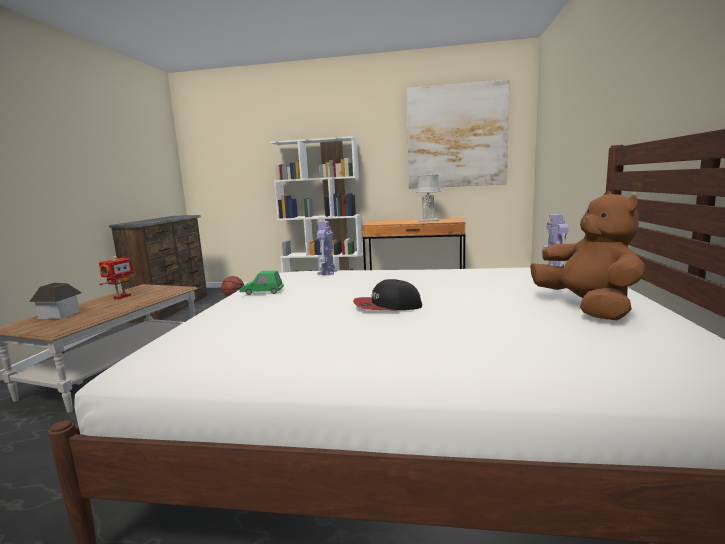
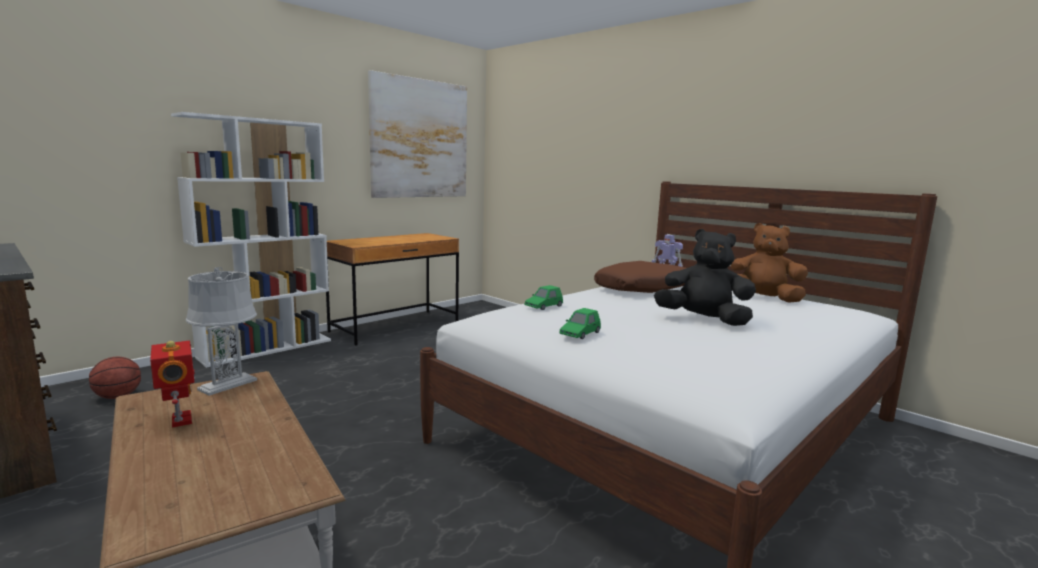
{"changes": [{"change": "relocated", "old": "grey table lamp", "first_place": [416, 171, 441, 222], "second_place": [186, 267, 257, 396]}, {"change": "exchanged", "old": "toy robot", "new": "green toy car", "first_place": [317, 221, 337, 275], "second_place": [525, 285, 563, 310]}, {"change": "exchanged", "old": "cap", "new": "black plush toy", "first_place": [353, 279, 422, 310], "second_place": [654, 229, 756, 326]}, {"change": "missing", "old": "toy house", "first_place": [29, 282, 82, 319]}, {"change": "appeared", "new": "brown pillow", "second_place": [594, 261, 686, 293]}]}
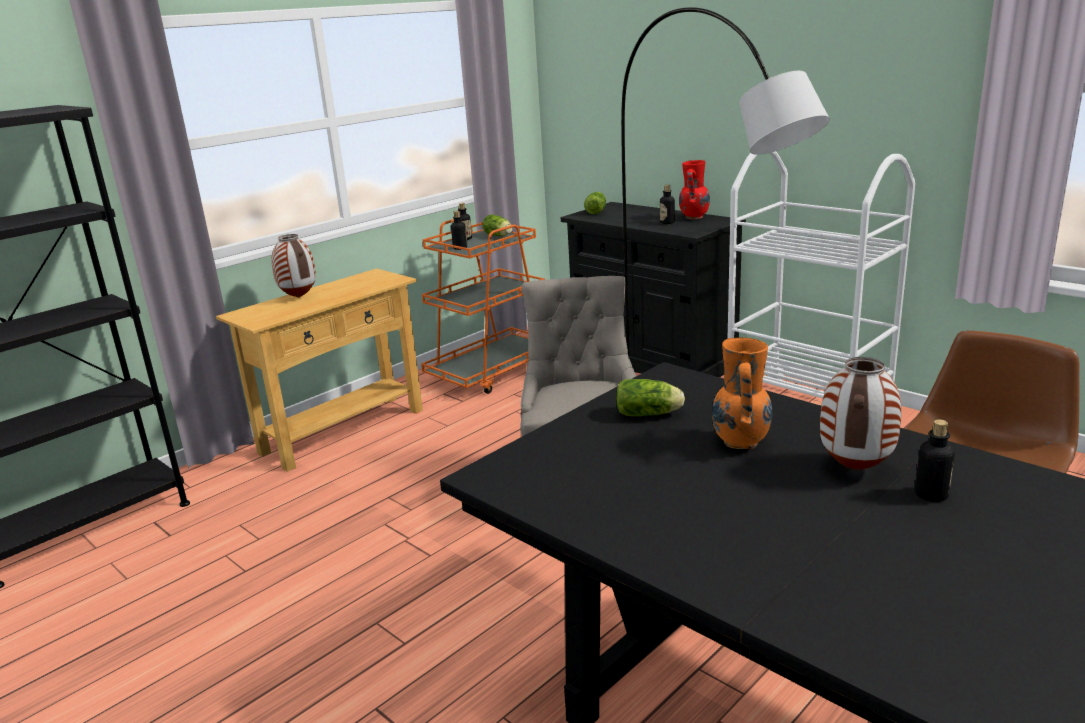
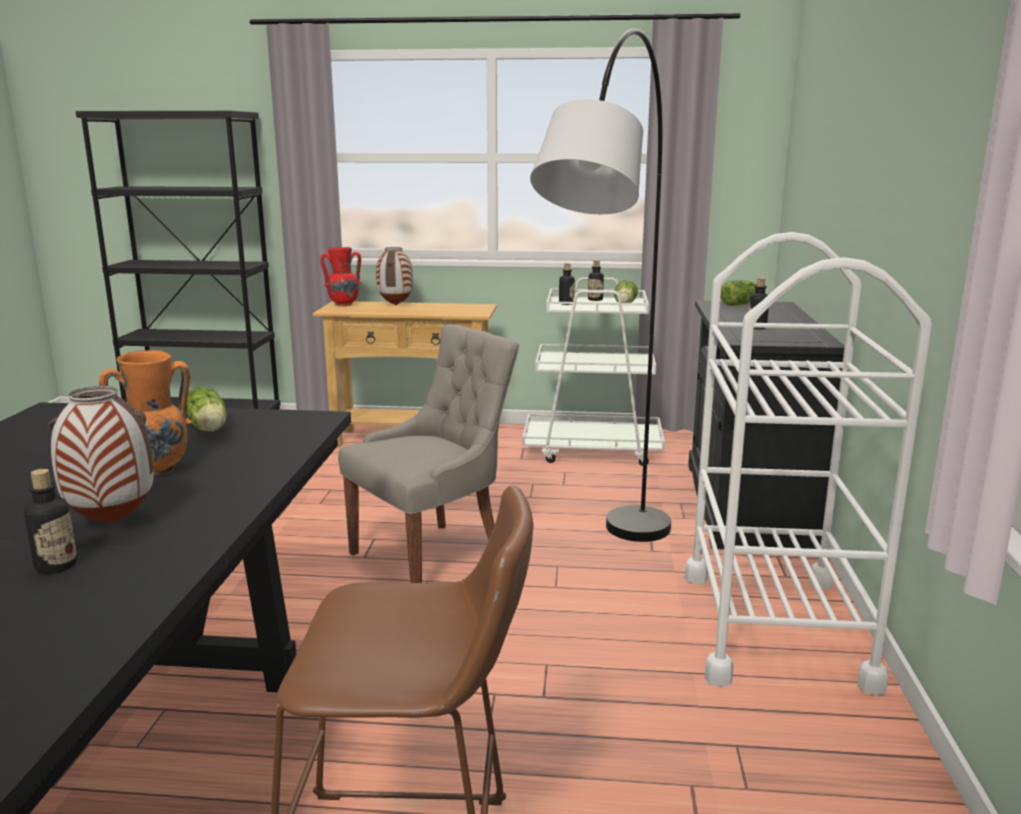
{"changes": [{"change": "relocated", "old": "red vase", "first_place": [679, 160, 710, 219], "second_place": [320, 247, 362, 306]}, {"change": "colour", "old": "orange cart", "new": "white cart", "first_place": [421, 219, 545, 394], "second_place": [522, 277, 665, 466]}]}
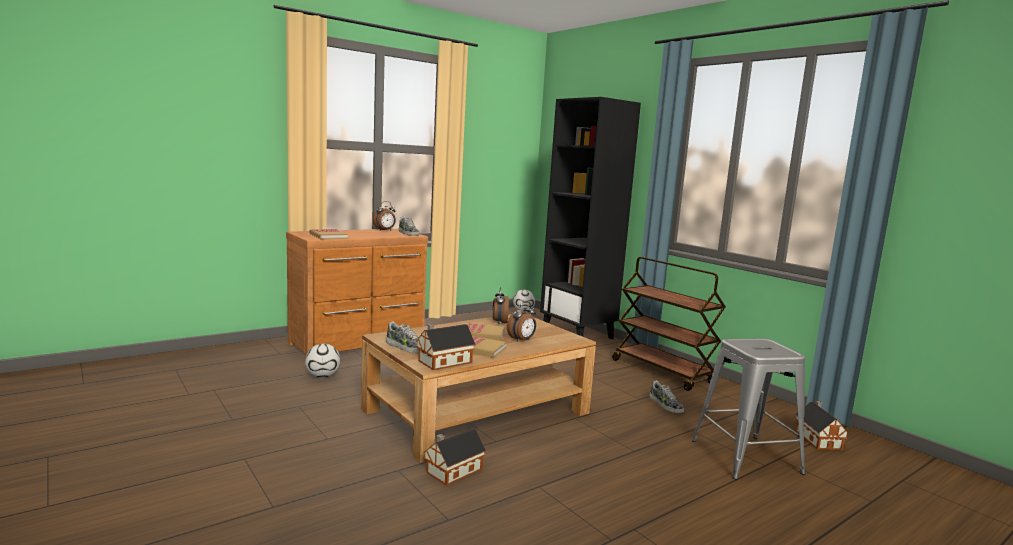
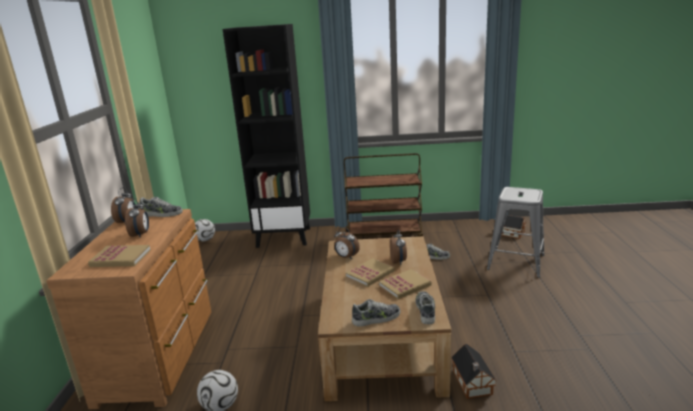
{"changes": [{"change": "exchanged", "old": "toy house", "new": "shoe", "first_place": [416, 324, 476, 370], "second_place": [415, 291, 435, 324]}, {"change": "appeared", "new": "alarm clock", "second_place": [125, 198, 149, 237]}]}
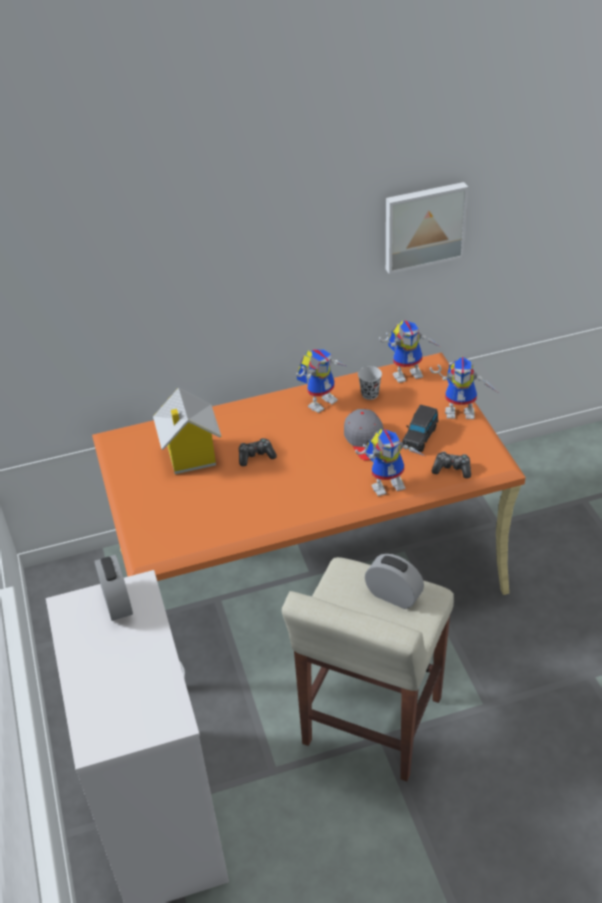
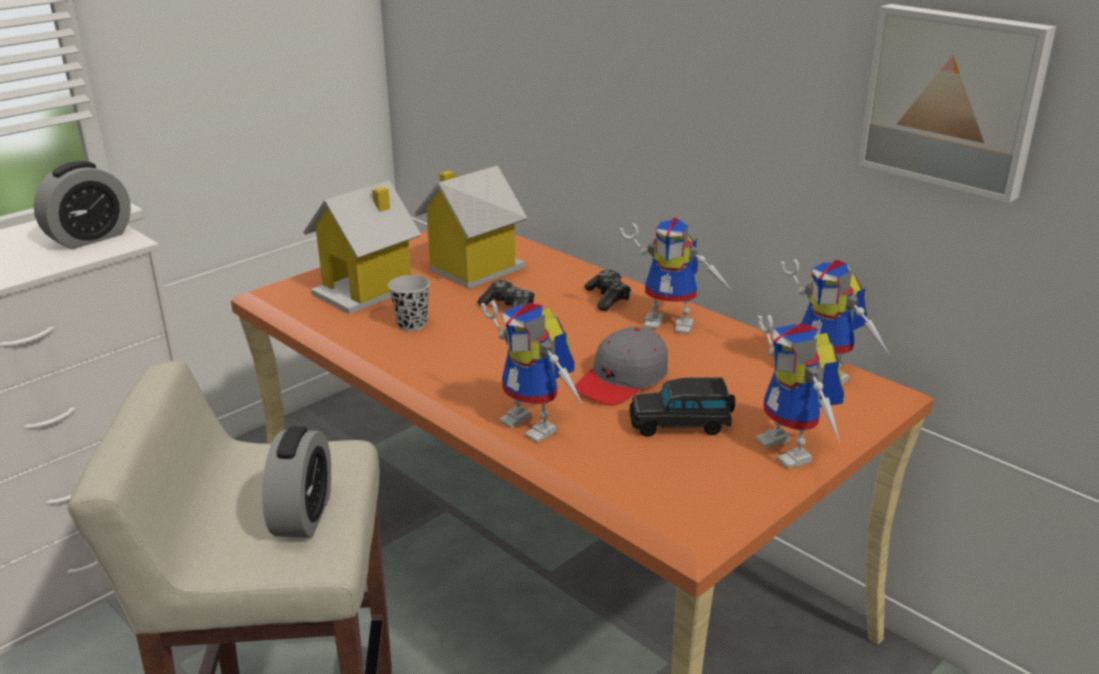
{"changes": [{"change": "relocated", "old": "black cup", "first_place": [358, 366, 382, 400], "second_place": [388, 275, 430, 331]}, {"change": "relocated", "old": "game controller", "first_place": [432, 452, 471, 478], "second_place": [584, 270, 631, 311]}, {"change": "appeared", "new": "toy house", "second_place": [303, 181, 421, 314]}]}
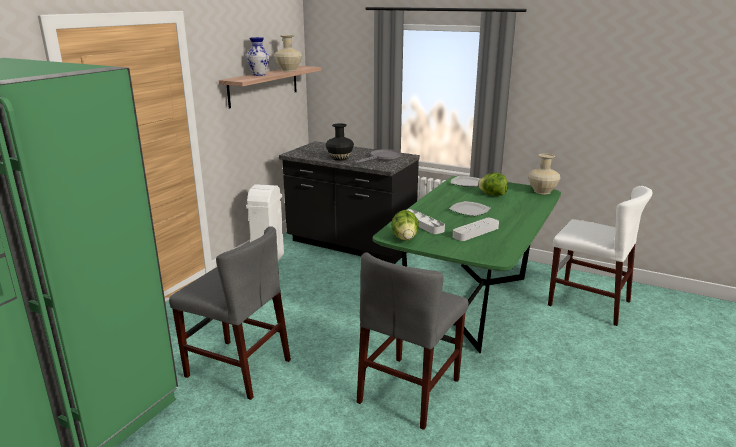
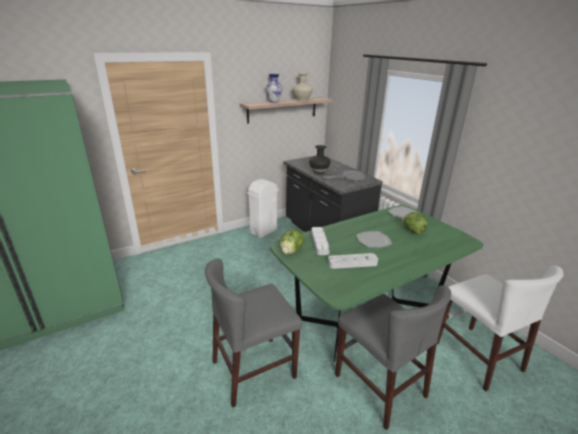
{"changes": [{"change": "missing", "old": "beige vase", "first_place": [528, 153, 560, 194]}, {"change": "relocated", "old": "grey chair", "first_place": [169, 226, 291, 400], "second_place": [335, 285, 451, 430]}]}
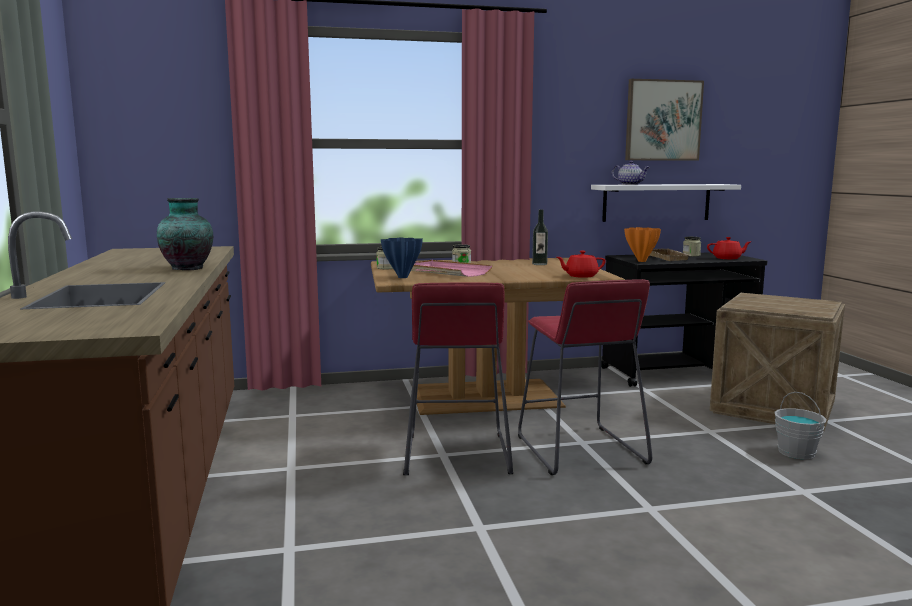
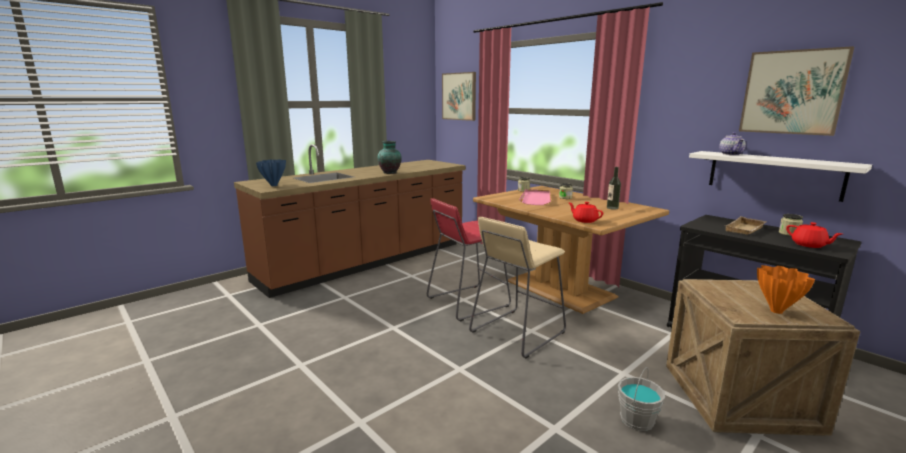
{"changes": [{"change": "relocated", "old": "orange vase", "first_place": [624, 227, 661, 262], "second_place": [757, 265, 815, 314]}, {"change": "relocated", "old": "blue vase", "first_place": [381, 237, 423, 278], "second_place": [256, 160, 286, 186]}, {"change": "colour", "old": "red stool", "new": "beige stool", "first_place": [518, 279, 652, 475], "second_place": [469, 217, 566, 359]}, {"change": "appeared", "new": "picture", "second_place": [442, 72, 476, 121]}]}
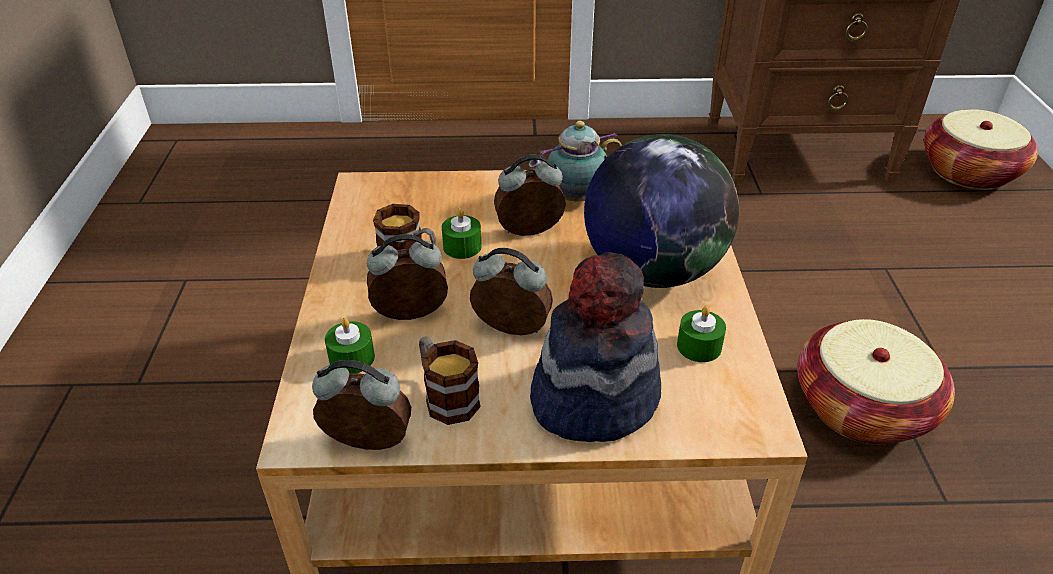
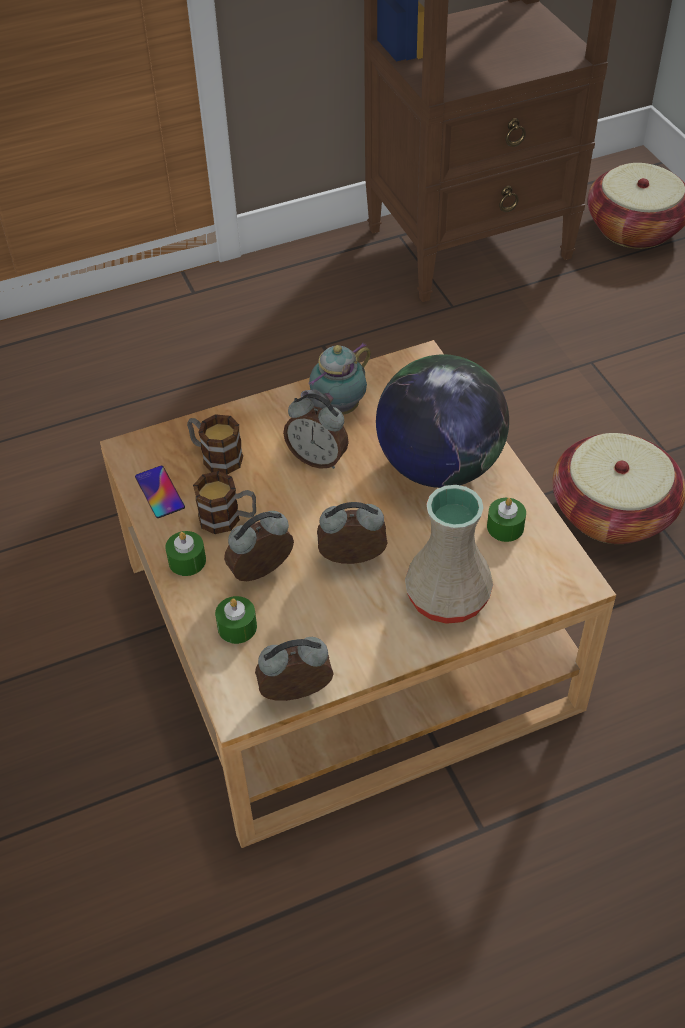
{"changes": [{"change": "spun", "old": "alarm clock", "first_place": [494, 155, 566, 236], "second_place": [283, 393, 349, 469], "degrees": -120}, {"change": "relocated", "old": "green candle", "first_place": [442, 208, 482, 259], "second_place": [165, 531, 206, 576]}, {"change": "exchanged", "old": "hat", "new": "beige vase", "first_place": [530, 252, 661, 442], "second_place": [405, 485, 493, 624]}, {"change": "relocated", "old": "mug", "first_place": [419, 336, 481, 425], "second_place": [187, 414, 243, 474]}, {"change": "appeared", "new": "phone", "second_place": [135, 466, 185, 518]}]}
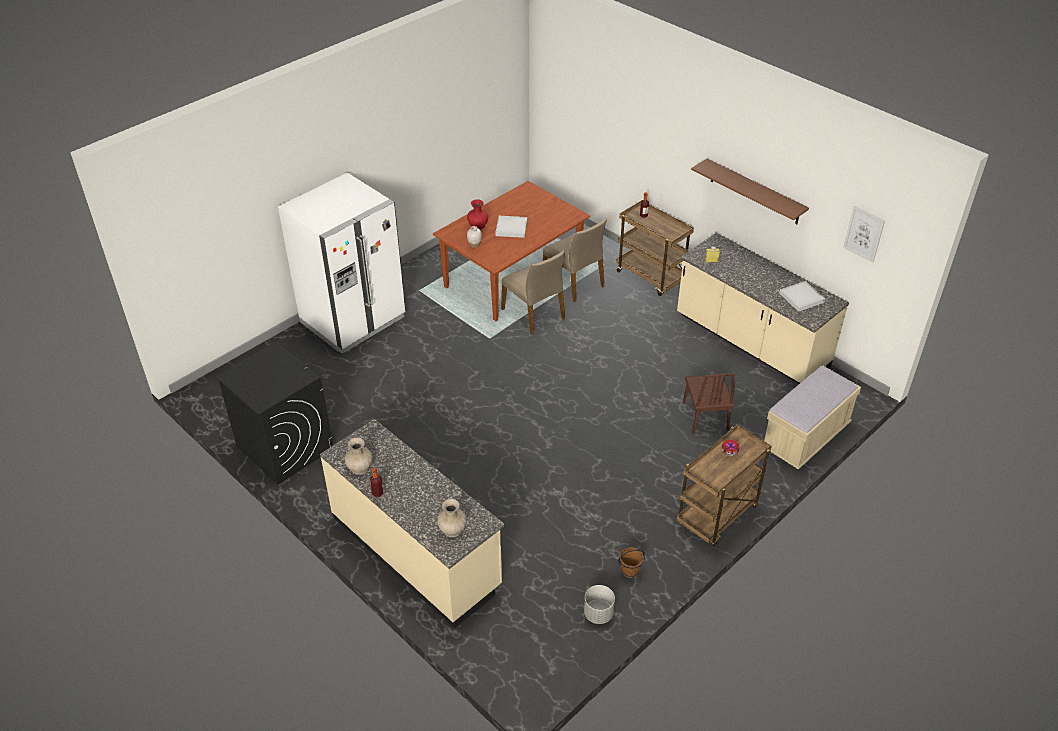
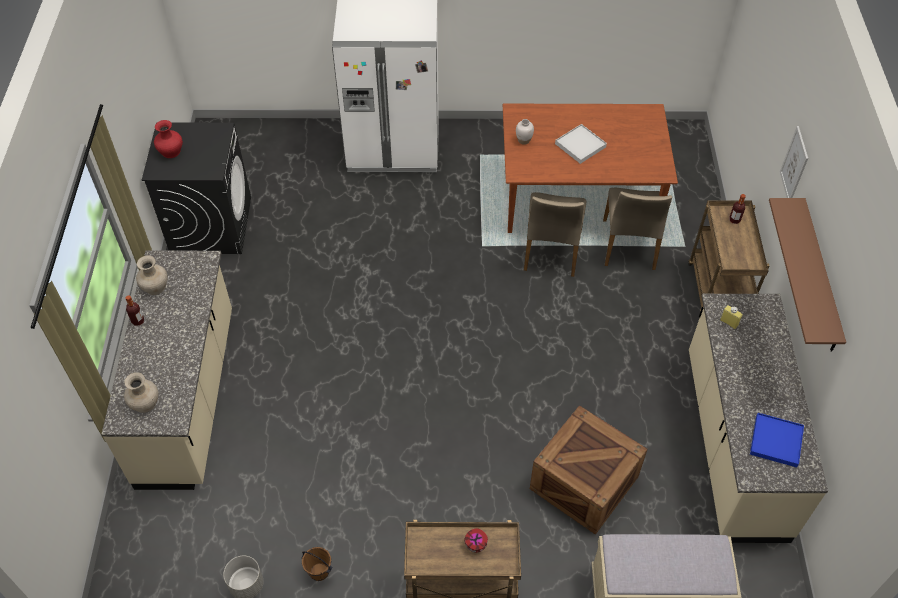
{"changes": [{"change": "relocated", "old": "red vase", "first_place": [467, 200, 488, 230], "second_place": [154, 120, 183, 158]}, {"change": "relocated", "old": "picture", "first_place": [843, 206, 885, 262], "second_place": [780, 126, 808, 198]}, {"change": "colour", "old": "white tray", "new": "blue tray", "first_place": [779, 281, 825, 312], "second_place": [750, 413, 804, 467]}, {"change": "exchanged", "old": "brown chair", "new": "crate", "first_place": [683, 373, 735, 434], "second_place": [530, 405, 647, 535]}]}
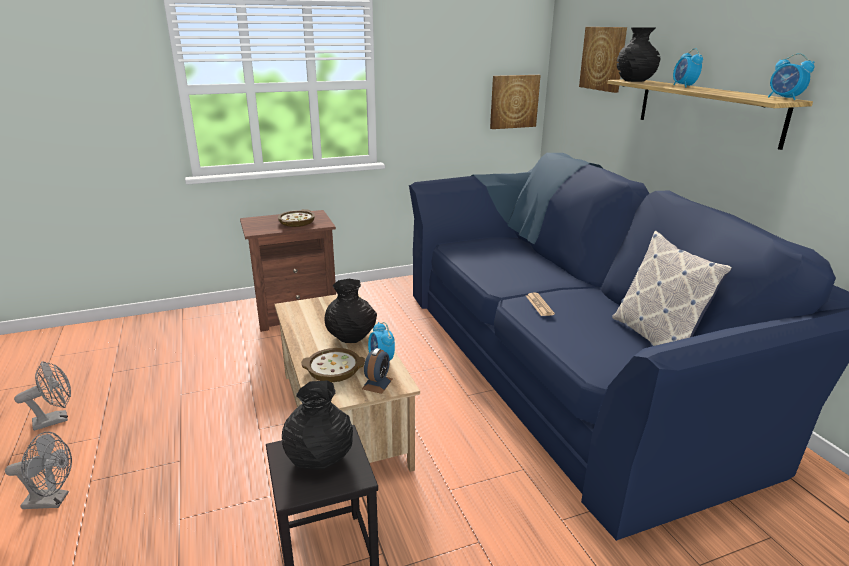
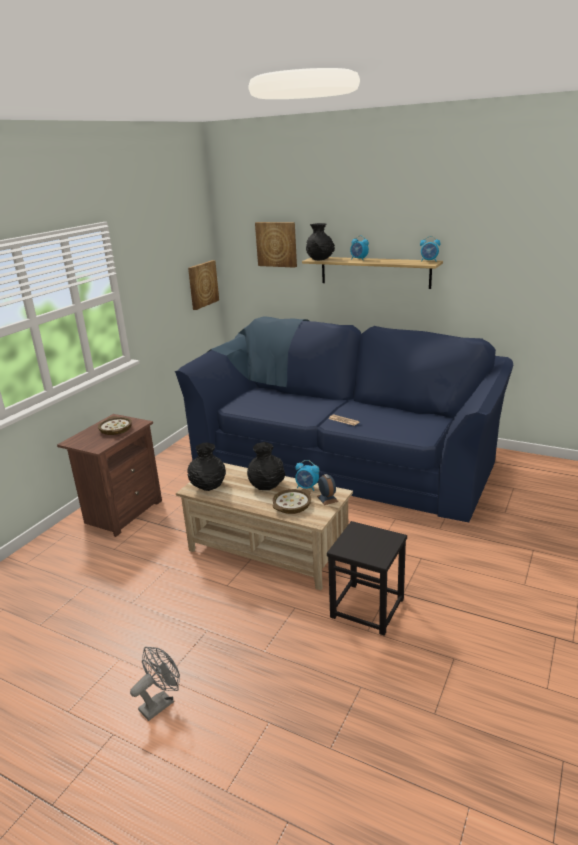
{"changes": [{"change": "missing", "old": "pillow", "first_place": [612, 231, 732, 346]}, {"change": "missing", "old": "grey fan", "first_place": [14, 361, 71, 431]}, {"change": "relocated", "old": "black vase", "first_place": [282, 381, 353, 470], "second_place": [187, 443, 226, 491]}]}
